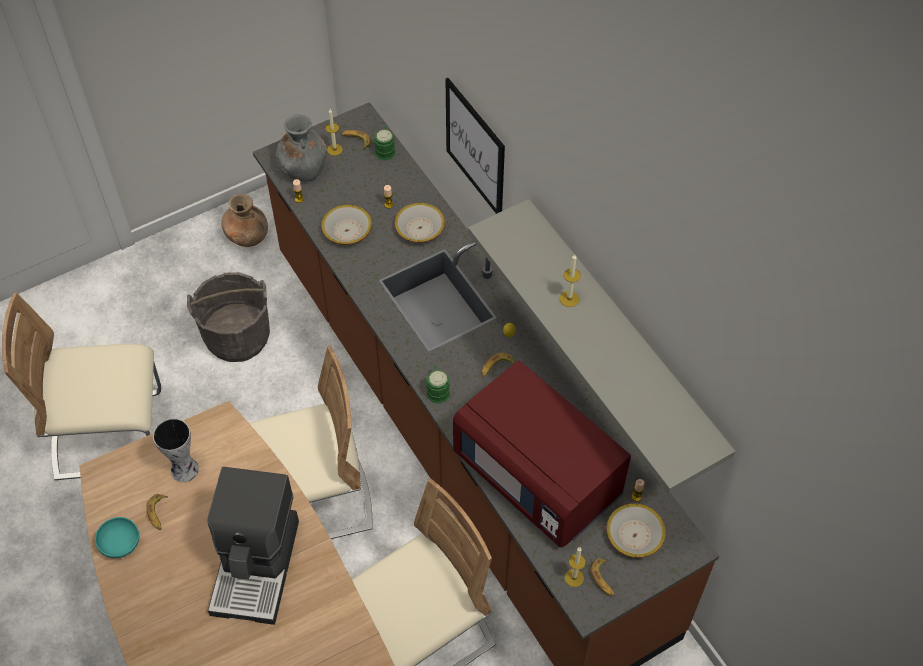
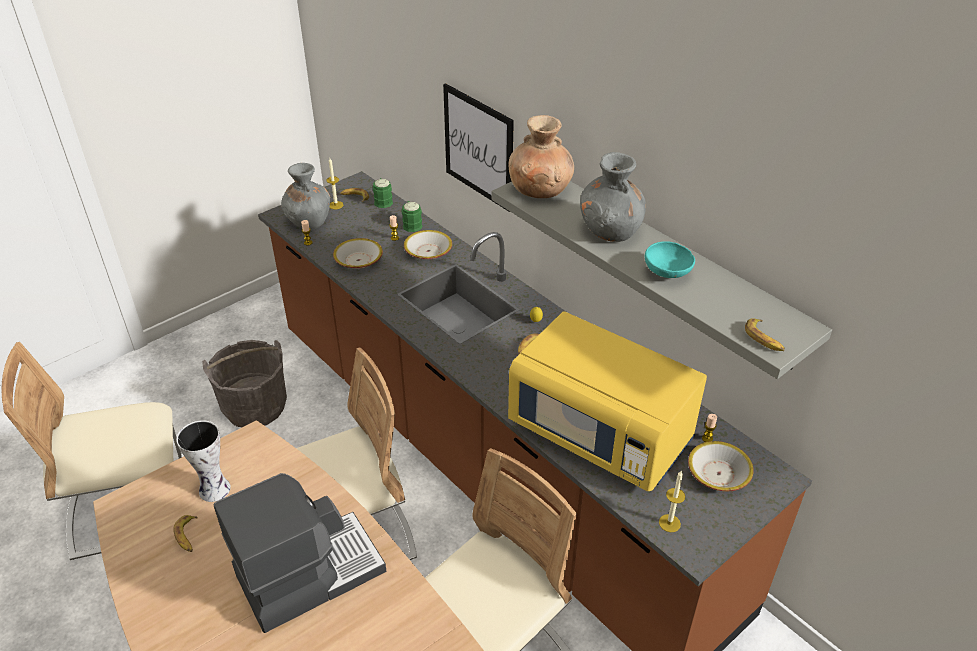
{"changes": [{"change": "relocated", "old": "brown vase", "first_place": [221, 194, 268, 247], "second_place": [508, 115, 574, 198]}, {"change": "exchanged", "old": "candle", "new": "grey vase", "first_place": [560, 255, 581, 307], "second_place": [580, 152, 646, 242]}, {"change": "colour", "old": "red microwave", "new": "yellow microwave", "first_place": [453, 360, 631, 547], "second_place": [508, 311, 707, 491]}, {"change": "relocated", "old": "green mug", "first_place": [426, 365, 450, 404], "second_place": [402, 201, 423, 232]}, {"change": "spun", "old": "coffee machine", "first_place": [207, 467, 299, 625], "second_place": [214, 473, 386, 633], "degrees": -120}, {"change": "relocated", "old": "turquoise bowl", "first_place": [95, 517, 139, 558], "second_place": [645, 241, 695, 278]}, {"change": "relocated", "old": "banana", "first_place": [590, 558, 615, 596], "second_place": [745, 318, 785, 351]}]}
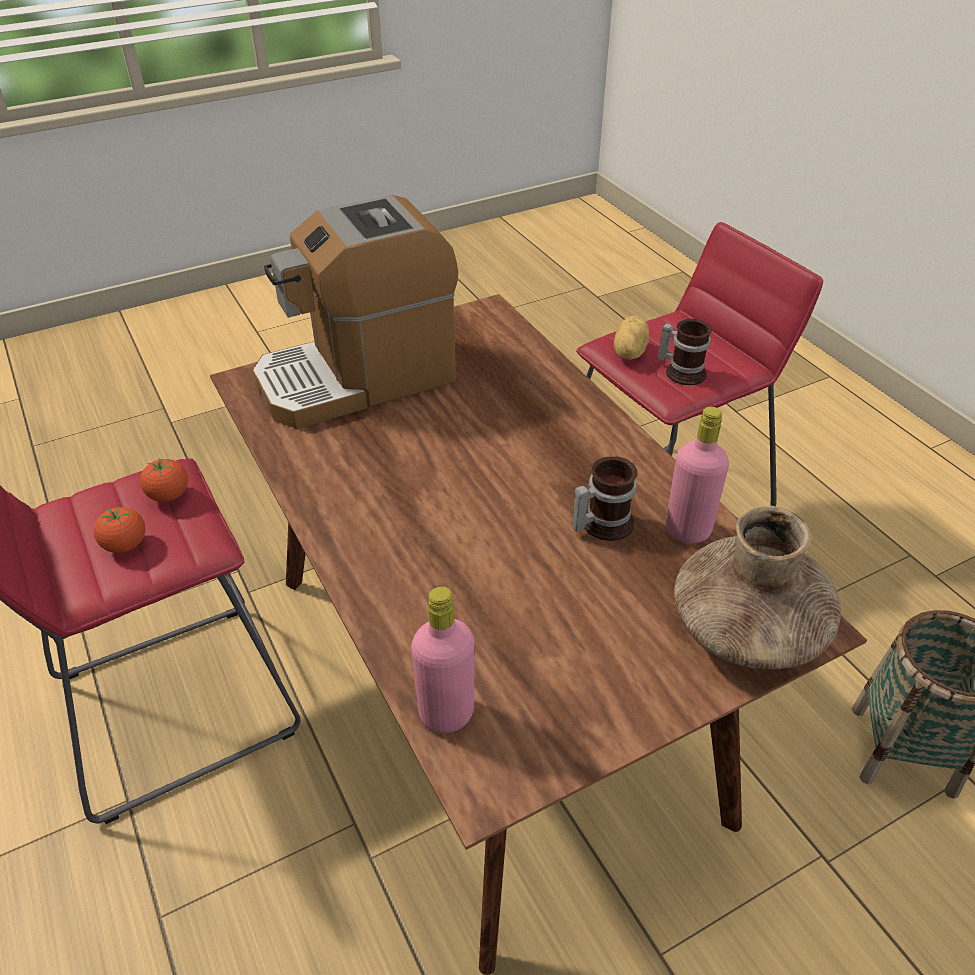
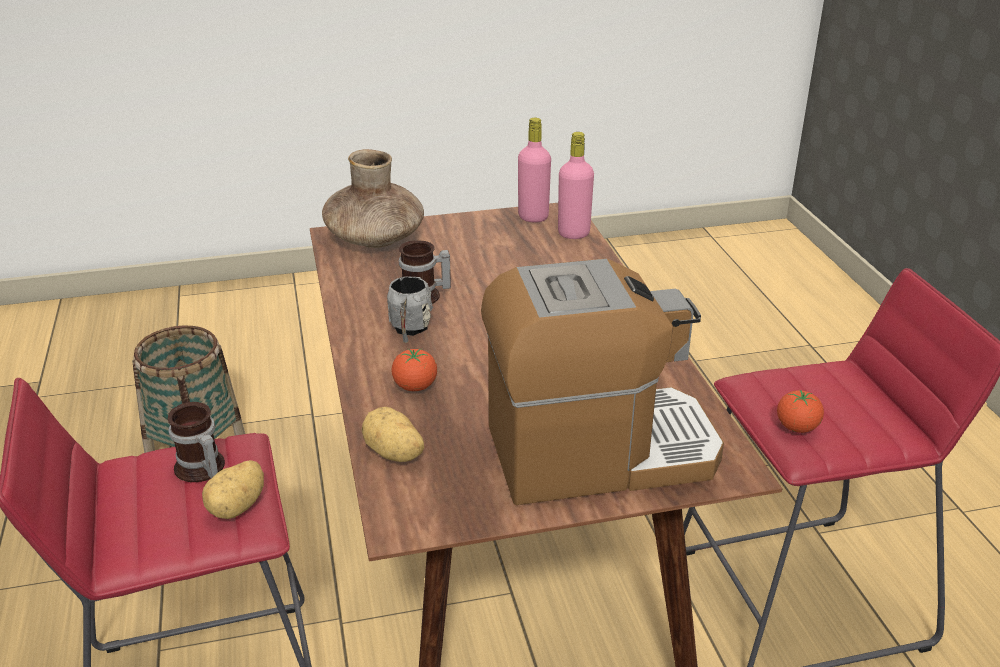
{"changes": [{"change": "relocated", "old": "pink bottle", "first_place": [666, 407, 729, 544], "second_place": [518, 118, 551, 222]}, {"change": "relocated", "old": "tomato", "first_place": [94, 506, 145, 553], "second_place": [392, 348, 437, 391]}, {"change": "appeared", "new": "grey mug", "second_place": [387, 276, 433, 343]}, {"change": "appeared", "new": "potato", "second_place": [362, 407, 424, 462]}]}
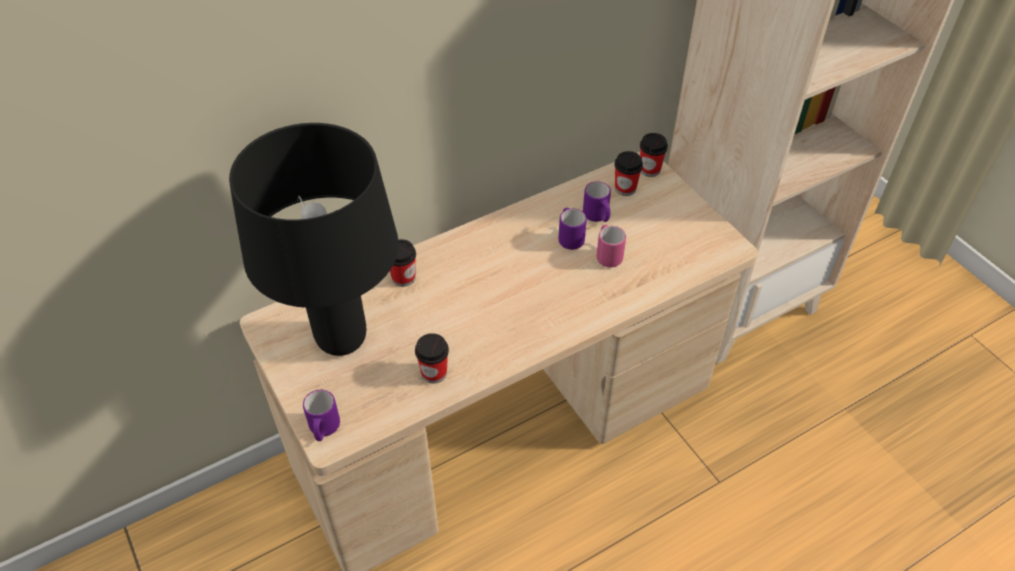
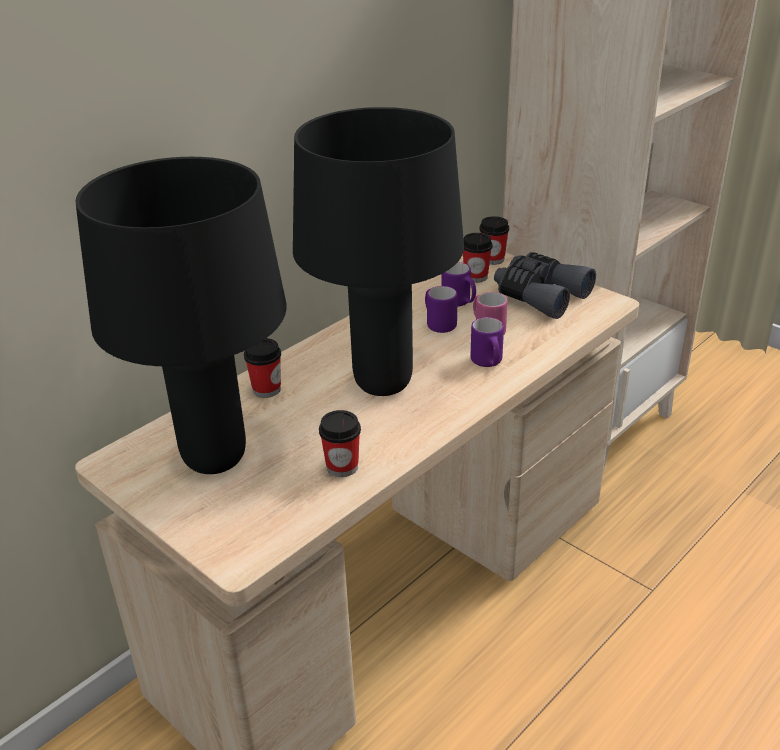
{"changes": [{"change": "relocated", "old": "purple mug", "first_place": [303, 390, 340, 441], "second_place": [471, 317, 504, 367]}, {"change": "appeared", "new": "black table lamp", "second_place": [293, 107, 464, 396]}, {"change": "appeared", "new": "grey binoculars", "second_place": [494, 252, 596, 319]}]}
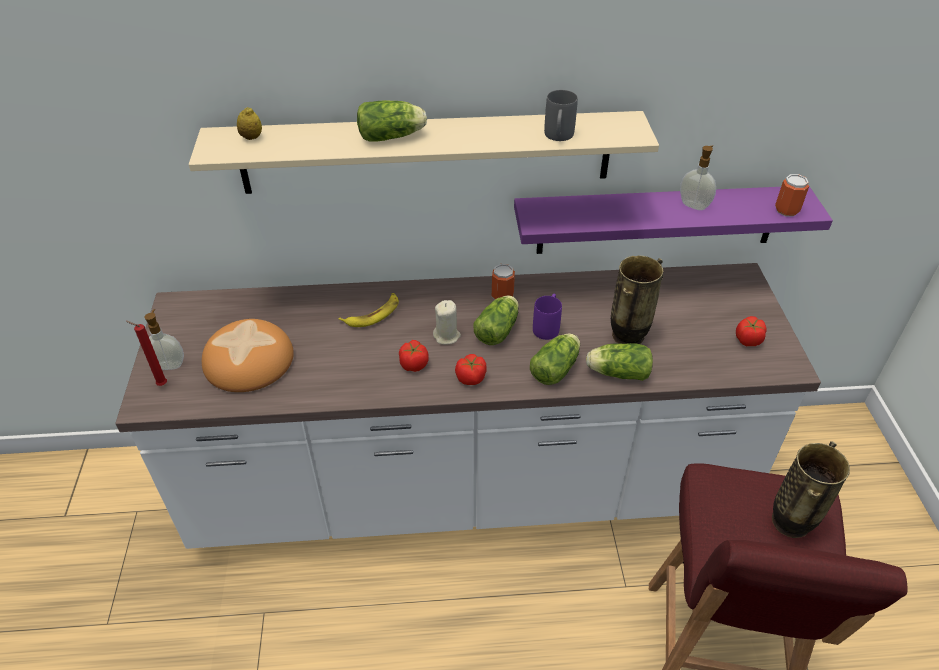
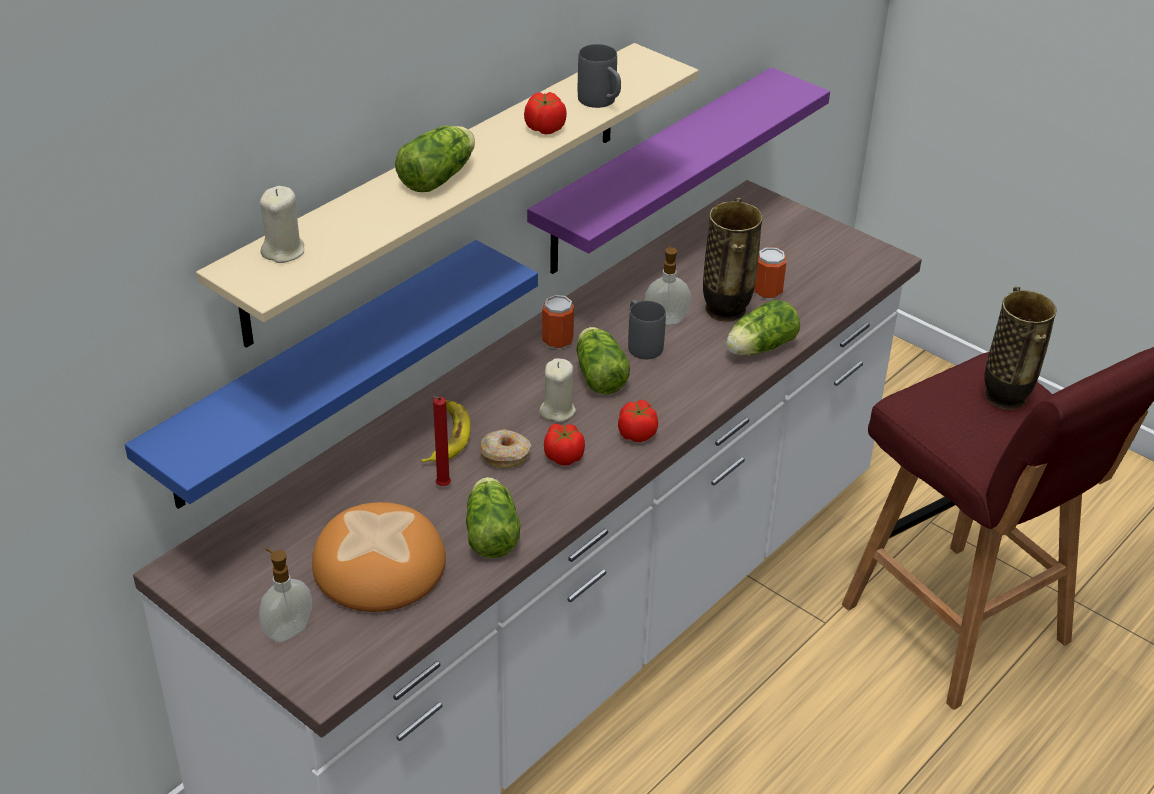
{"changes": [{"change": "exchanged", "old": "lemon", "new": "beige candle", "first_place": [237, 107, 262, 140], "second_place": [260, 186, 304, 263]}, {"change": "relocated", "old": "soap dispenser", "first_place": [680, 145, 716, 210], "second_place": [644, 245, 691, 325]}, {"change": "relocated", "old": "can", "first_place": [775, 174, 809, 216], "second_place": [754, 247, 786, 299]}, {"change": "colour", "old": "purple mug", "new": "grey mug", "first_place": [533, 294, 562, 340], "second_place": [628, 300, 666, 359]}, {"change": "relocated", "old": "tomato", "first_place": [736, 316, 767, 346], "second_place": [524, 92, 567, 135]}, {"change": "relocated", "old": "red candle", "first_place": [126, 321, 167, 386], "second_place": [430, 396, 451, 486]}, {"change": "relocated", "old": "lettuce", "first_place": [530, 333, 580, 385], "second_place": [466, 477, 520, 558]}, {"change": "appeared", "new": "blue shelf", "second_place": [125, 240, 538, 509]}, {"change": "appeared", "new": "donut", "second_place": [480, 429, 531, 468]}]}
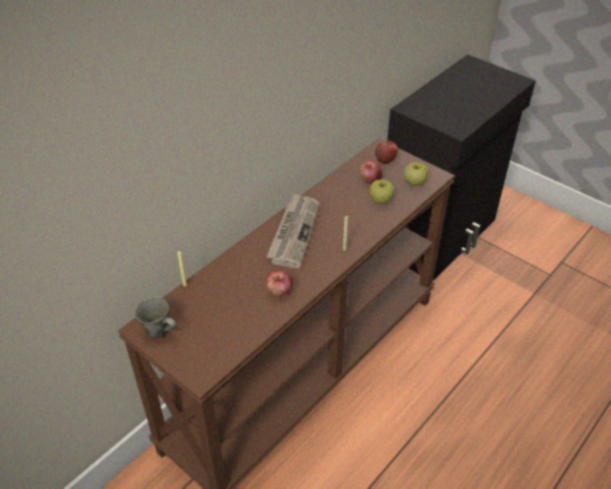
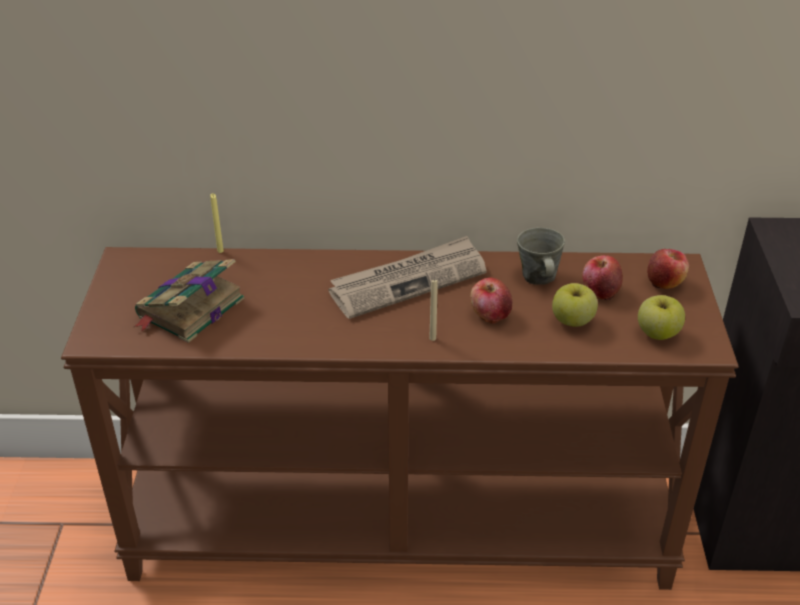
{"changes": [{"change": "relocated", "old": "apple", "first_place": [266, 270, 293, 297], "second_place": [470, 277, 512, 324]}, {"change": "relocated", "old": "grey mug", "first_place": [135, 297, 177, 339], "second_place": [517, 227, 565, 284]}, {"change": "appeared", "new": "book", "second_place": [134, 259, 245, 343]}]}
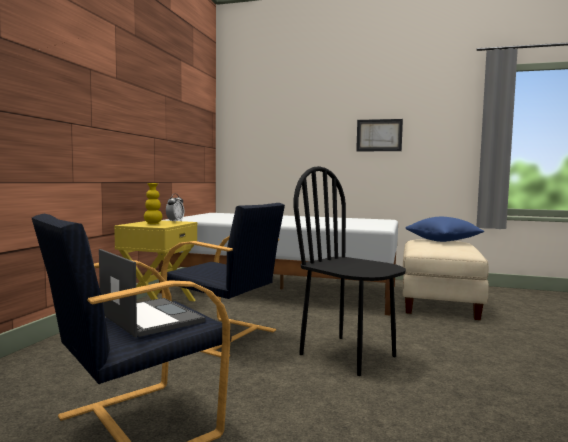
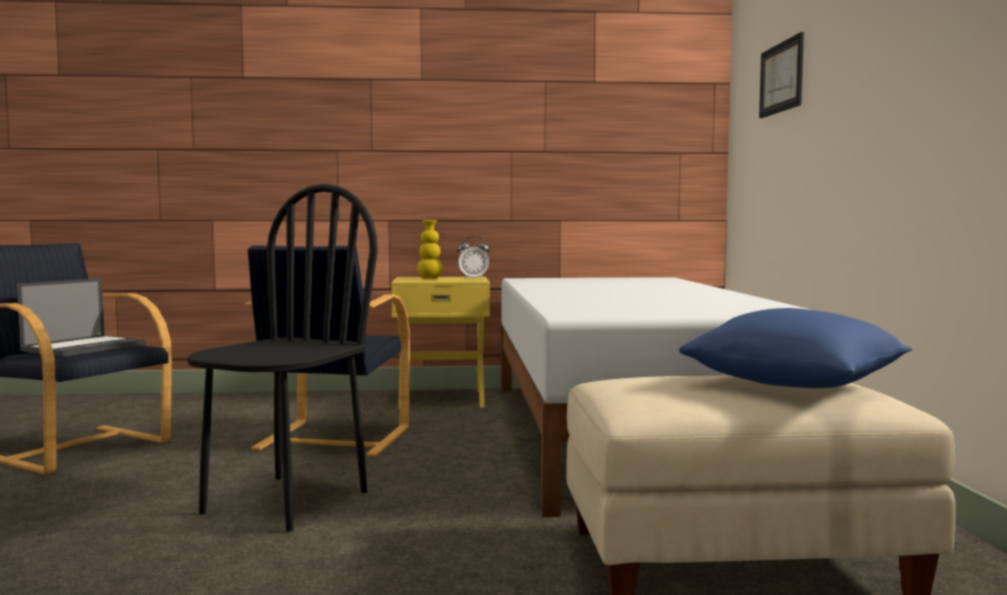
{"changes": [{"change": "relocated", "old": "picture", "first_place": [356, 119, 403, 151], "second_place": [759, 32, 804, 118]}]}
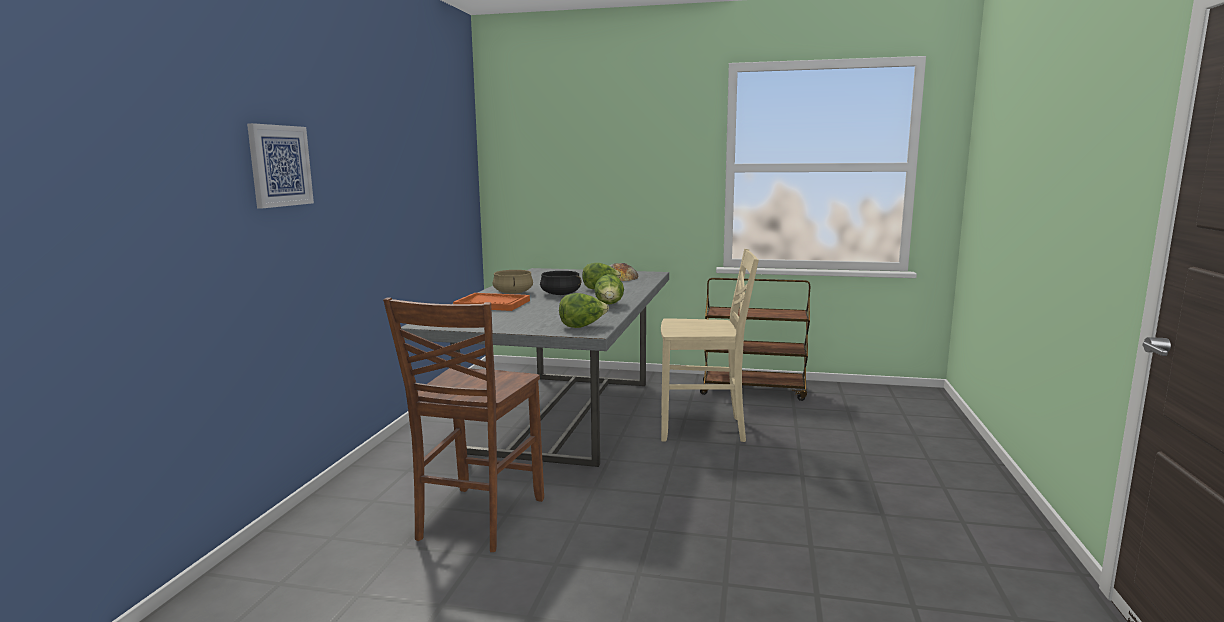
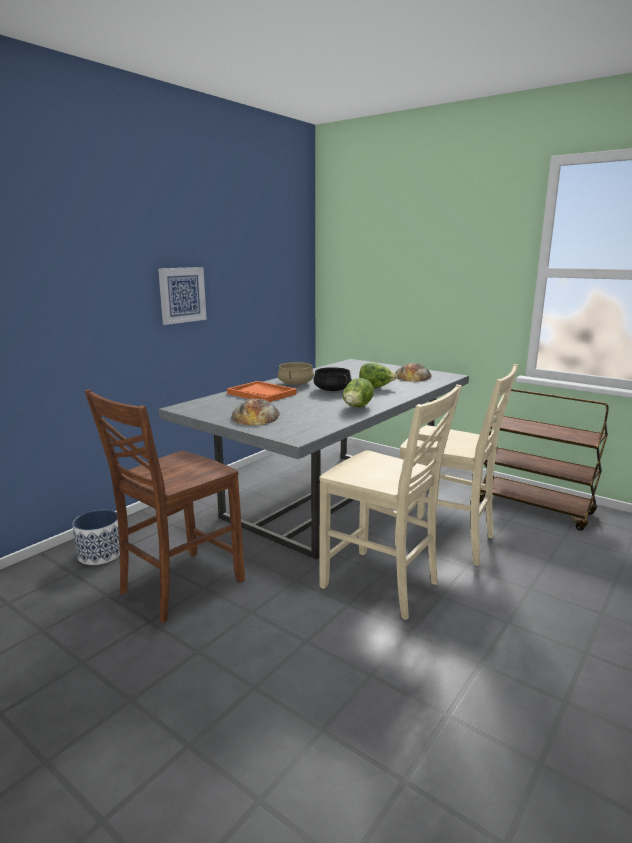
{"changes": [{"change": "relocated", "old": "picture", "first_place": [247, 123, 314, 208], "second_place": [158, 267, 207, 325]}, {"change": "missing", "old": "lettuce", "first_place": [559, 293, 609, 328]}, {"change": "appeared", "new": "beige chair", "second_place": [319, 384, 462, 620]}, {"change": "appeared", "new": "bread", "second_place": [231, 398, 279, 425]}, {"change": "appeared", "new": "planter", "second_place": [72, 510, 120, 565]}]}
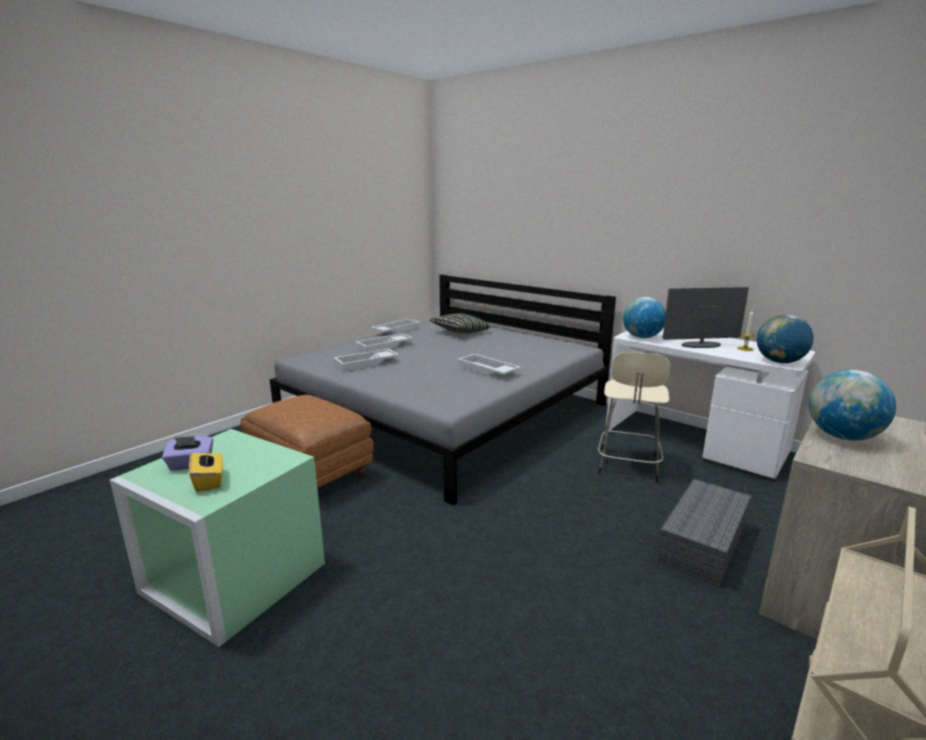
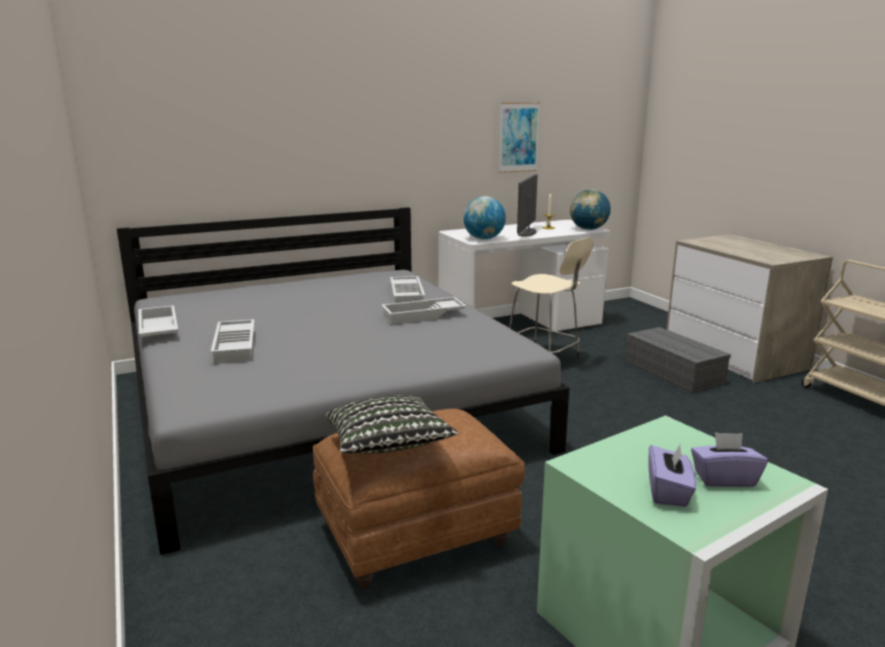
{"changes": [{"change": "relocated", "old": "pillow", "first_place": [429, 313, 491, 333], "second_place": [325, 395, 458, 454]}, {"change": "relocated", "old": "white tray", "first_place": [334, 349, 399, 371], "second_place": [390, 276, 425, 303]}, {"change": "missing", "old": "globe", "first_place": [809, 370, 896, 441]}, {"change": "colour", "old": "yellow tissue box", "new": "purple tissue box", "first_place": [189, 447, 223, 492], "second_place": [691, 432, 768, 487]}, {"change": "appeared", "new": "picture", "second_place": [499, 102, 540, 173]}]}
